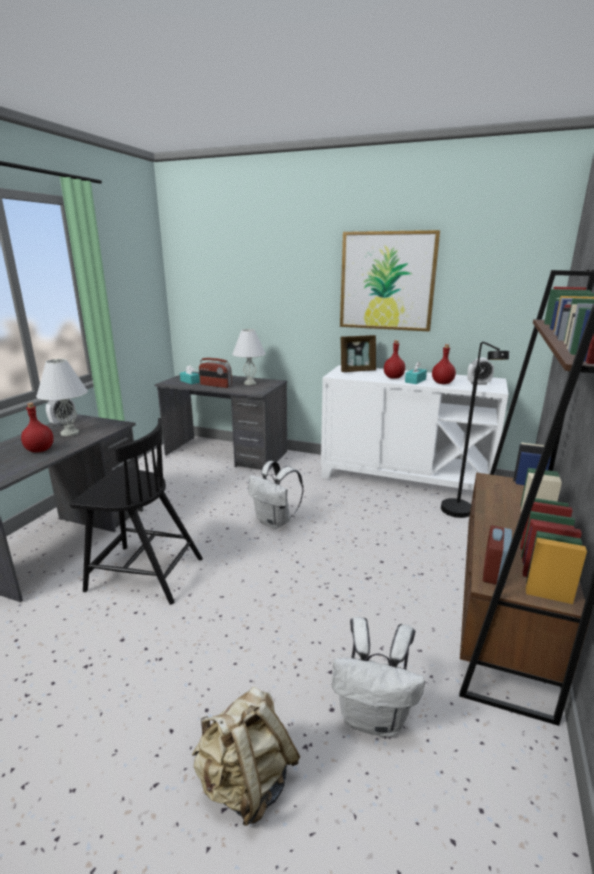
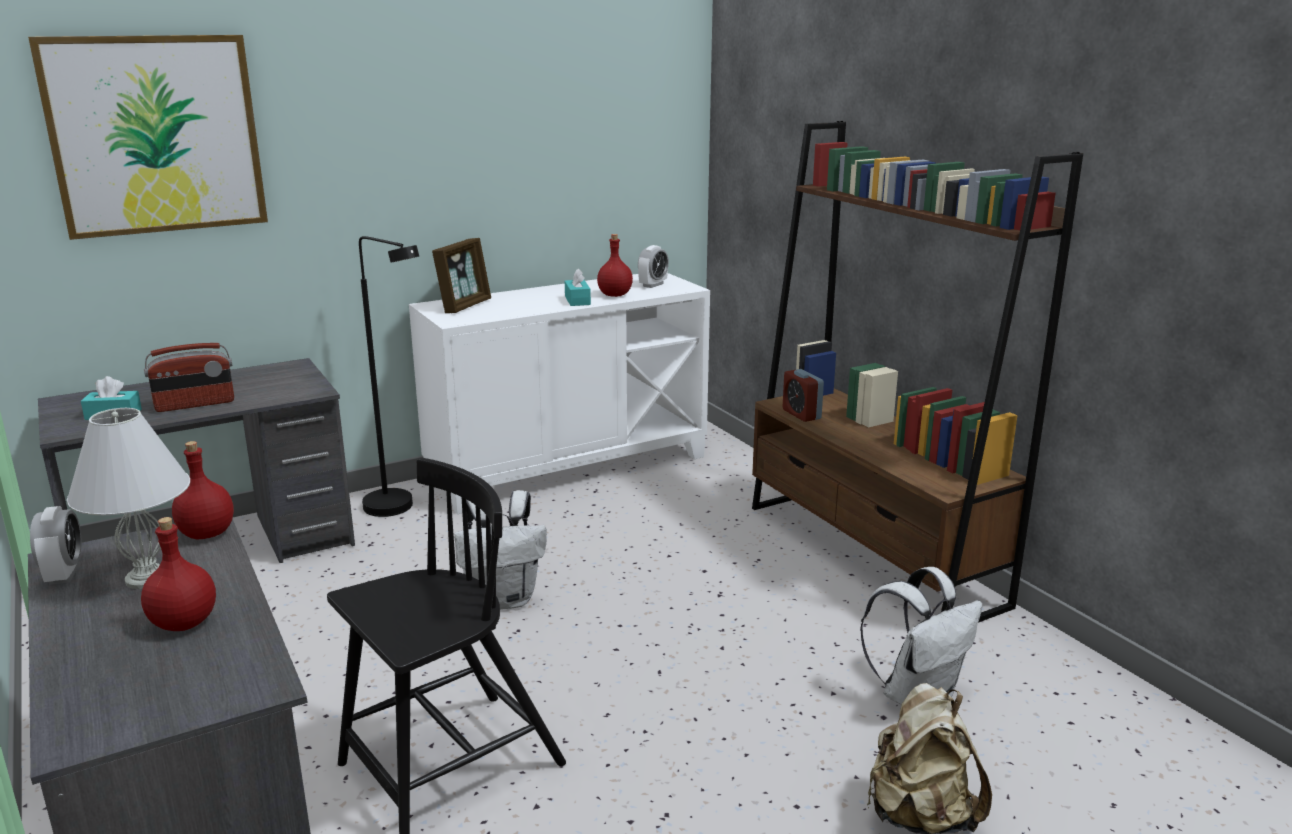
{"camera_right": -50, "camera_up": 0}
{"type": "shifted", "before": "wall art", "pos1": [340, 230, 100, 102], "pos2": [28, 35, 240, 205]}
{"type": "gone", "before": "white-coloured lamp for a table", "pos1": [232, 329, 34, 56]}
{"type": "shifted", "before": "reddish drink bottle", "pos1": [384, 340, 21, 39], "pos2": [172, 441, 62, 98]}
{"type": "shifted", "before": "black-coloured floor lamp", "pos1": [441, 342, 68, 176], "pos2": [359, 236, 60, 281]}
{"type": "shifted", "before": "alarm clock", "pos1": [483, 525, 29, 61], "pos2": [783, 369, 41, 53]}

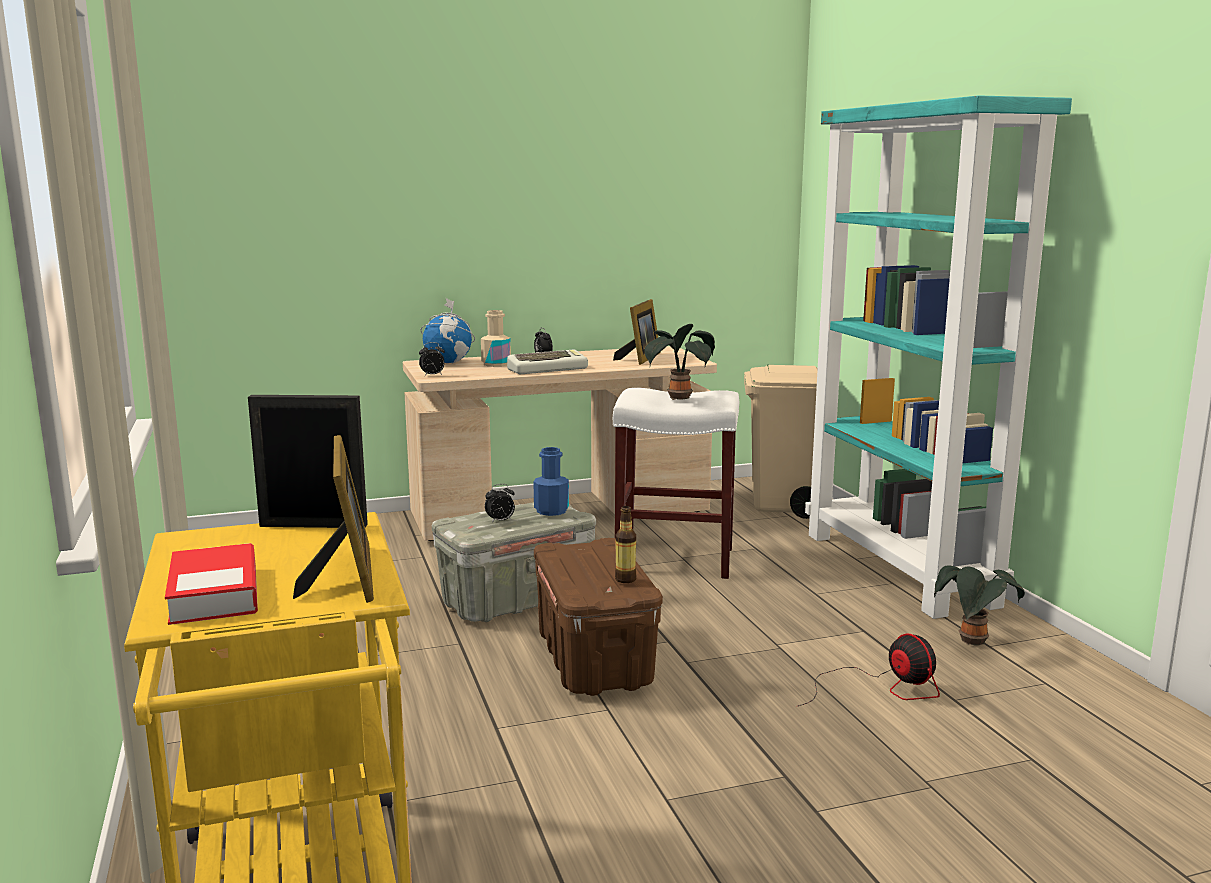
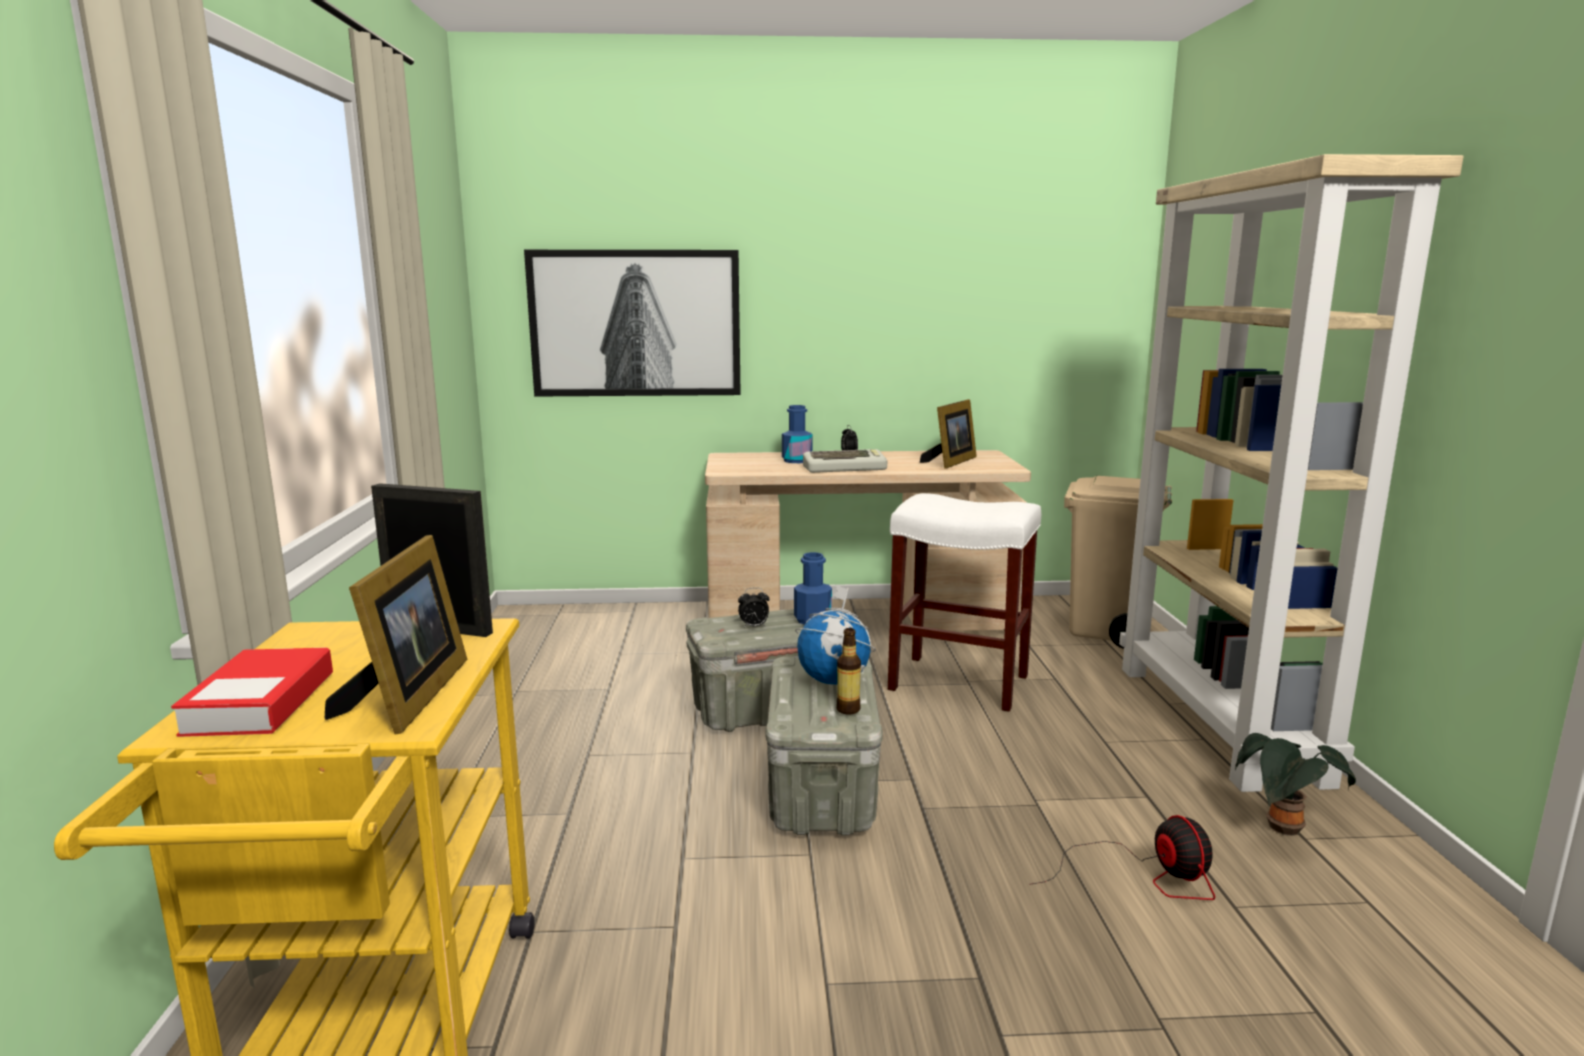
{"camera_right": 15, "camera_up": 0}
{"type": "repainted", "before": "turquoise shelving unit", "after": "beige shelving unit", "pos1": [805, 95, 267, 524], "pos2": [1119, 154, 345, 638]}
{"type": "shifted", "before": "globe", "pos1": [420, 298, 55, 66], "pos2": [795, 585, 81, 100]}
{"type": "repainted", "before": "beige drink bottle", "after": "blue drink bottle", "pos1": [481, 310, 30, 57], "pos2": [782, 405, 30, 58]}
{"type": "gone", "before": "houseplant", "pos1": [644, 324, 71, 76]}
{"type": "gone", "before": "alarm clock", "pos1": [419, 342, 26, 34]}
{"type": "repainted", "before": "brownish storage container", "after": "gray storage container", "pos1": [534, 538, 129, 158], "pos2": [765, 656, 118, 180]}
{"type": "new", "after": "wall art", "pos2": [524, 250, 217, 147]}

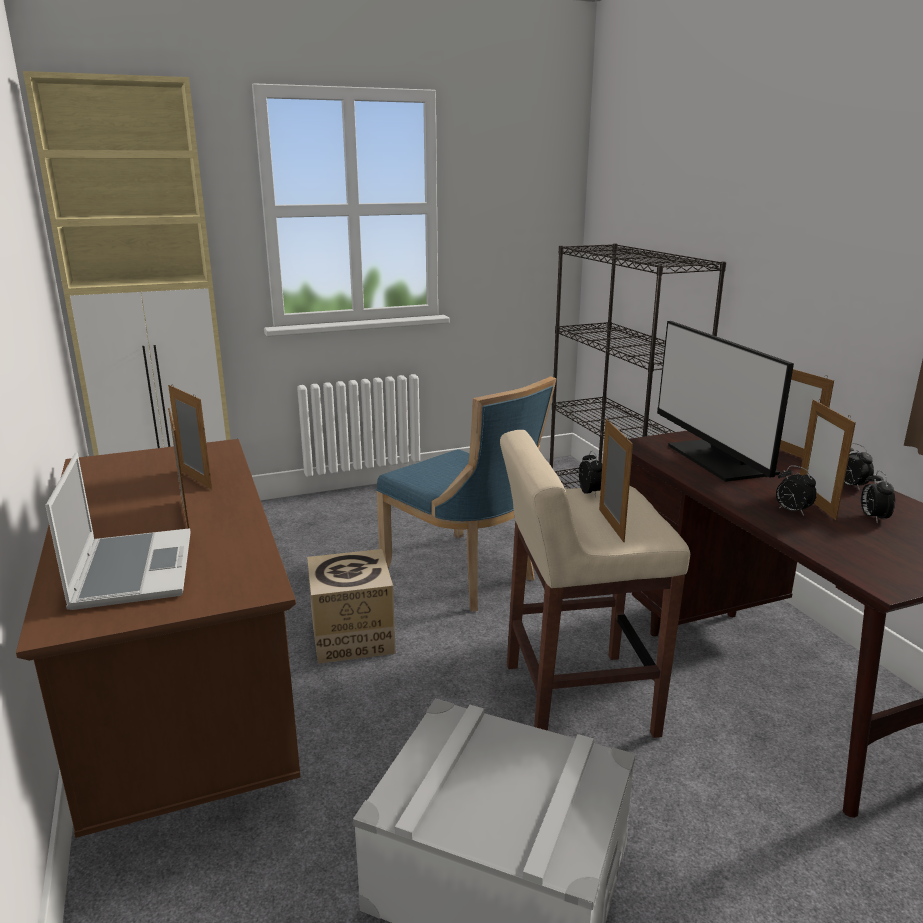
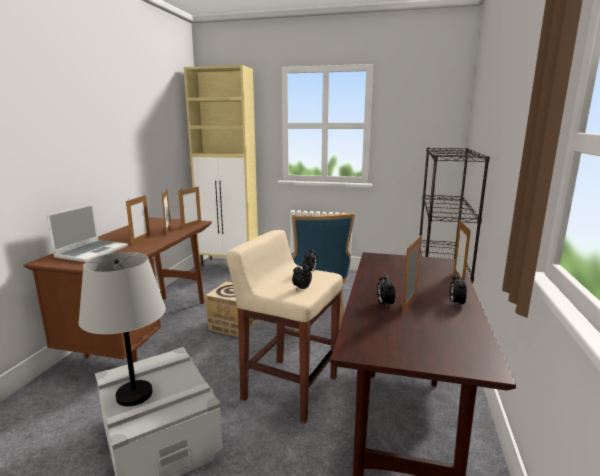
{"camera_right": 35, "camera_up": -5}
{"type": "gone", "before": "monitor", "pos1": [657, 321, 137, 161]}
{"type": "shifted", "before": "photo frame", "pos1": [599, 419, 34, 123], "pos2": [178, 187, 23, 42]}
{"type": "shifted", "before": "alarm clock", "pos1": [861, 470, 34, 54], "pos2": [292, 262, 20, 28]}
{"type": "new", "after": "gray lamp for a table", "pos2": [79, 252, 87, 154]}

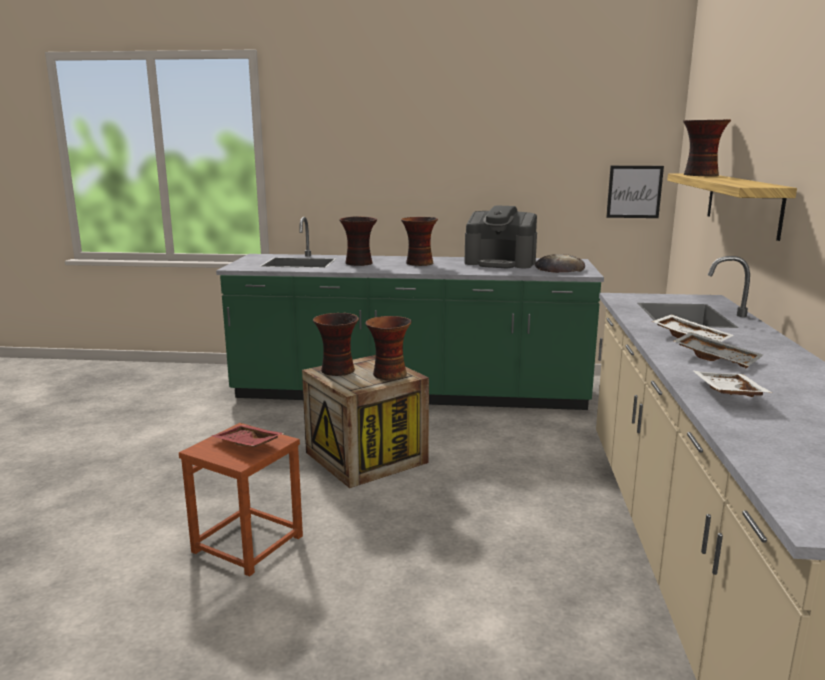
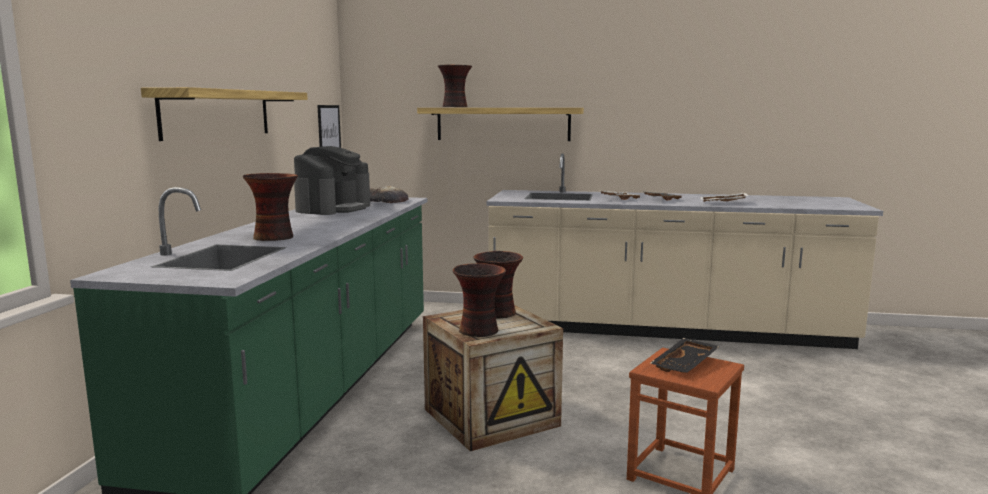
{"camera_right": -85, "camera_up": -5}
{"type": "gone", "before": "vase", "pos1": [401, 217, 37, 49]}
{"type": "repainted", "before": "reddish tray", "after": "black-coloured tray", "pos1": [212, 425, 72, 22], "pos2": [650, 338, 70, 35]}
{"type": "new", "after": "bracket shelf", "pos2": [141, 87, 167, 54]}

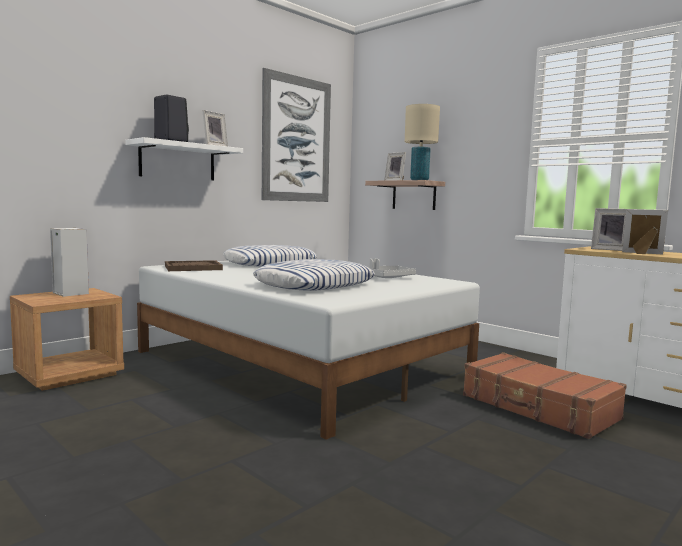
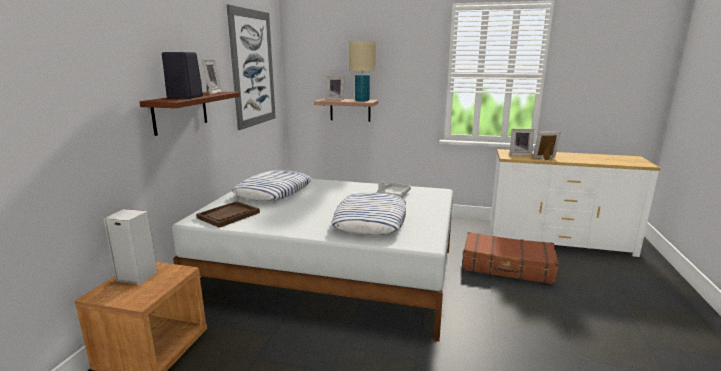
{"camera_right": -30, "camera_up": 10}
{"type": "repainted", "before": "white-coloured bracket shelf", "after": "brownish bracket shelf", "pos1": [125, 137, 118, 43], "pos2": [140, 91, 100, 45]}

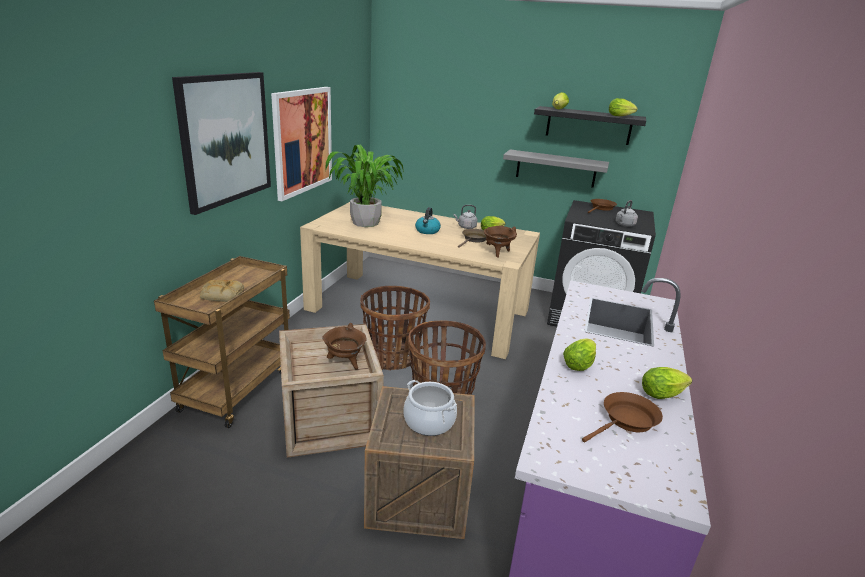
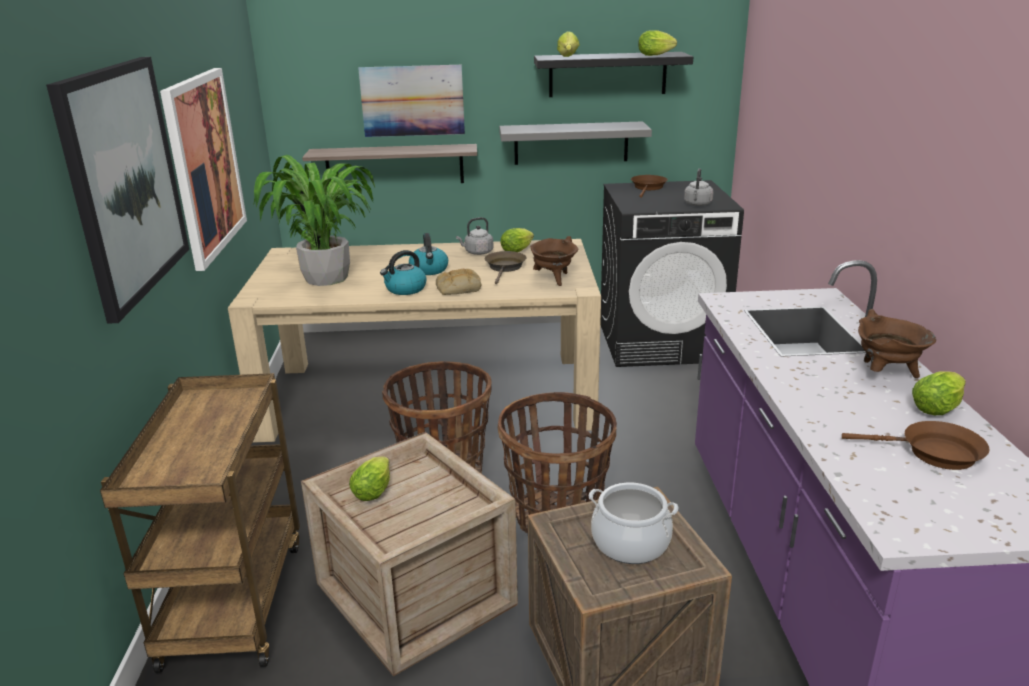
{"camera_right": -20, "camera_up": 0}
{"type": "shifted", "before": "bakery bread", "pos1": [200, 280, 44, 22], "pos2": [436, 269, 45, 26]}
{"type": "shifted", "before": "brownish cooking pot", "pos1": [322, 323, 45, 46], "pos2": [858, 309, 78, 69]}
{"type": "shifted", "before": "lettuce", "pos1": [563, 338, 33, 33], "pos2": [349, 456, 41, 45]}
{"type": "rotated", "before": "brownish skillet", "pos1": [582, 392, 81, 51], "pos2": [842, 421, 148, 49], "turn": 75}
{"type": "new", "after": "wall art", "pos2": [358, 65, 107, 72]}
{"type": "new", "after": "bracket shelf", "pos2": [302, 144, 175, 39]}
{"type": "new", "after": "kettle", "pos2": [380, 250, 47, 45]}

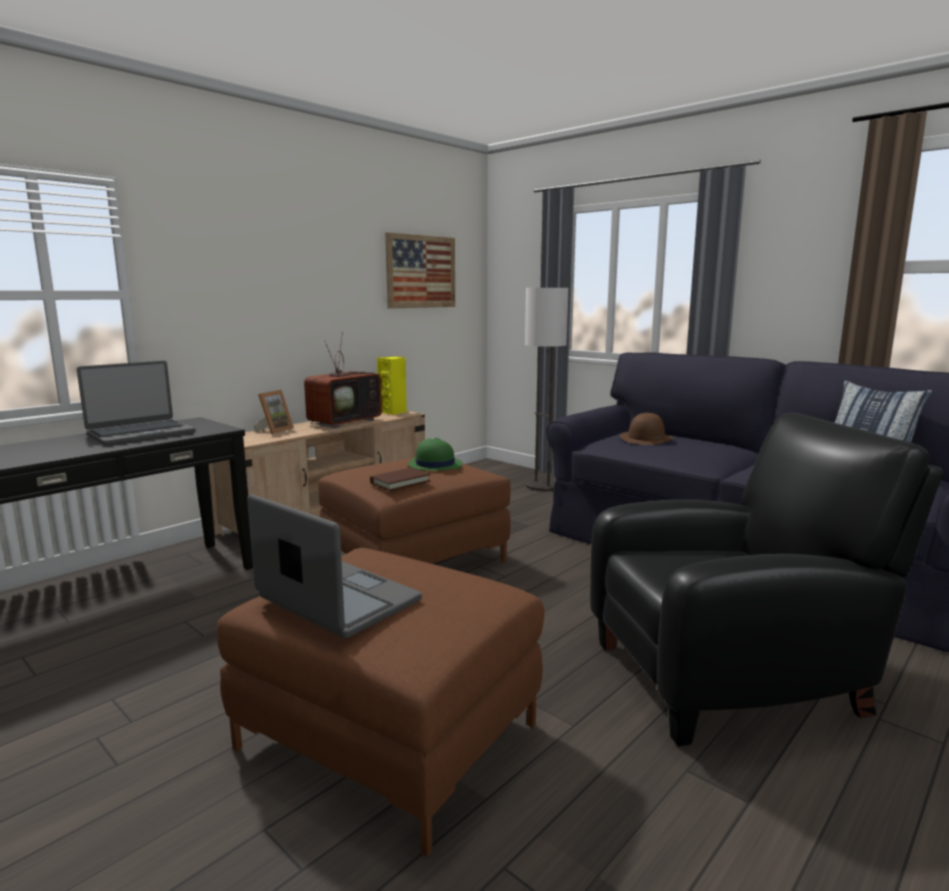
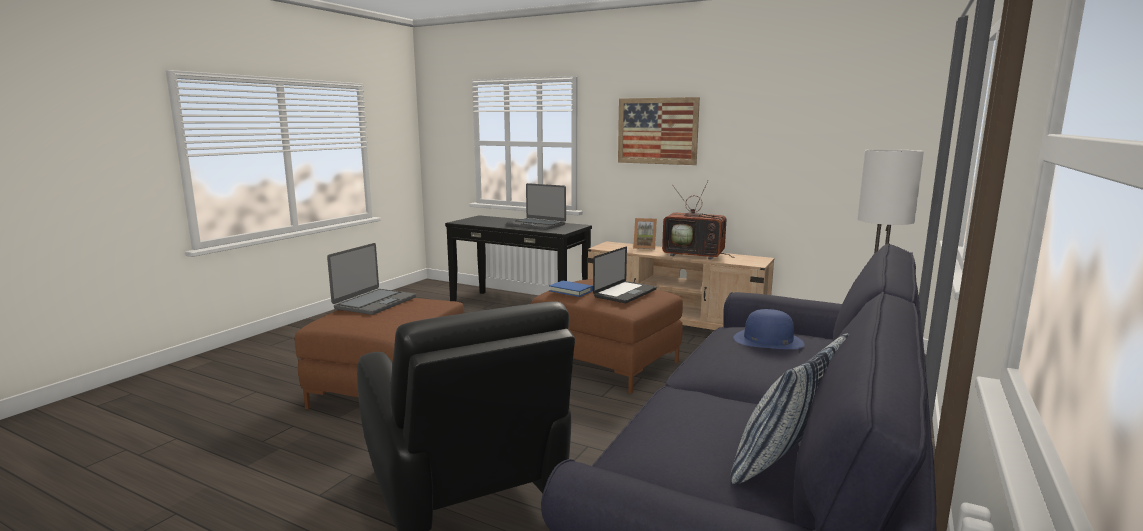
{"camera_right": 75, "camera_up": 0}
{"type": "shifted", "before": "wall art", "pos1": [385, 232, 70, 77], "pos2": [618, 97, 82, 68]}
{"type": "gone", "before": "yellowish speaker", "pos1": [377, 356, 30, 59]}
{"type": "repainted", "before": "brownish hat", "after": "blue hat", "pos1": [620, 413, 53, 32], "pos2": [733, 309, 71, 40]}
{"type": "swapped", "before": "green-coloured hat", "after": "laptop", "pos1": [408, 438, 54, 33], "pos2": [593, 247, 64, 56]}
{"type": "repainted", "before": "brownish volume", "after": "blue volume", "pos1": [370, 468, 61, 23], "pos2": [549, 281, 44, 16]}

